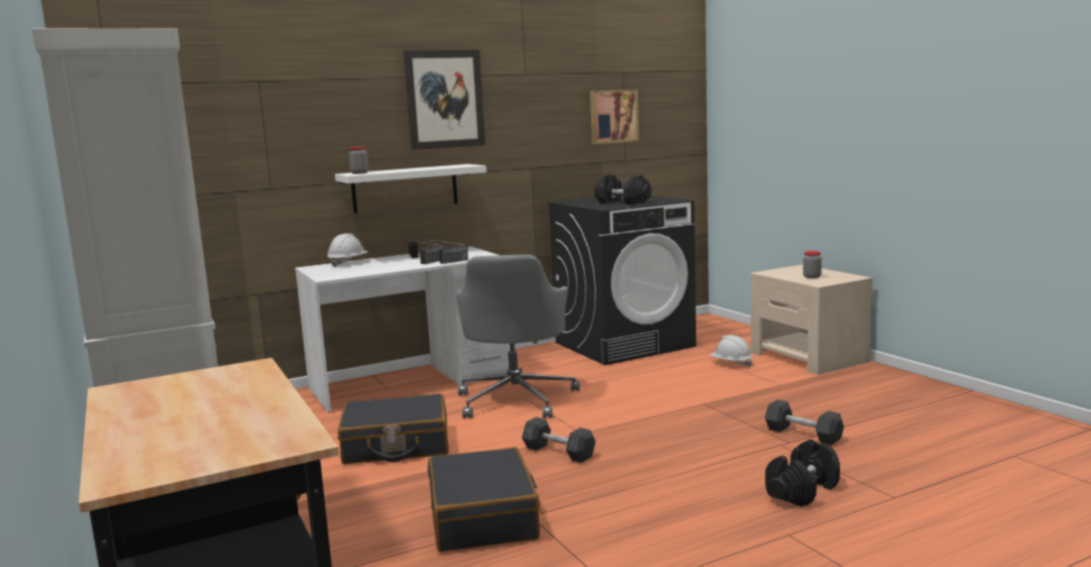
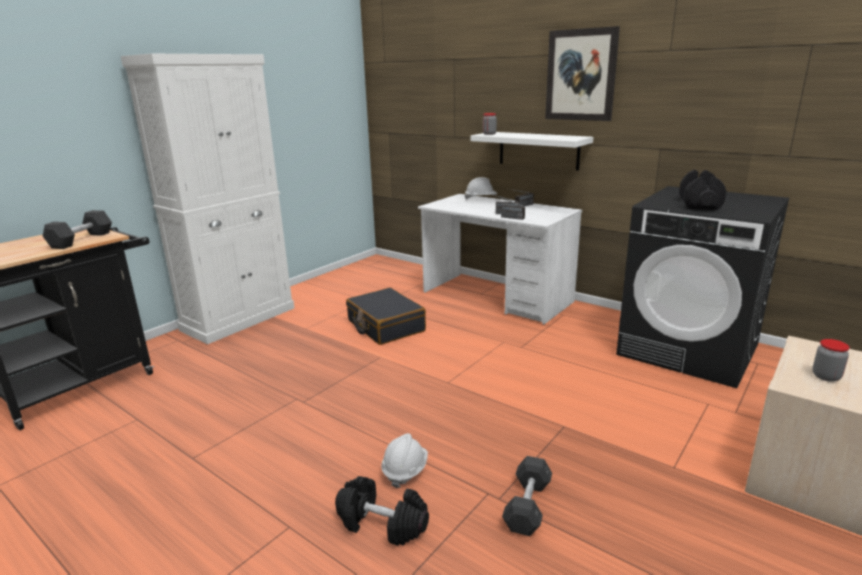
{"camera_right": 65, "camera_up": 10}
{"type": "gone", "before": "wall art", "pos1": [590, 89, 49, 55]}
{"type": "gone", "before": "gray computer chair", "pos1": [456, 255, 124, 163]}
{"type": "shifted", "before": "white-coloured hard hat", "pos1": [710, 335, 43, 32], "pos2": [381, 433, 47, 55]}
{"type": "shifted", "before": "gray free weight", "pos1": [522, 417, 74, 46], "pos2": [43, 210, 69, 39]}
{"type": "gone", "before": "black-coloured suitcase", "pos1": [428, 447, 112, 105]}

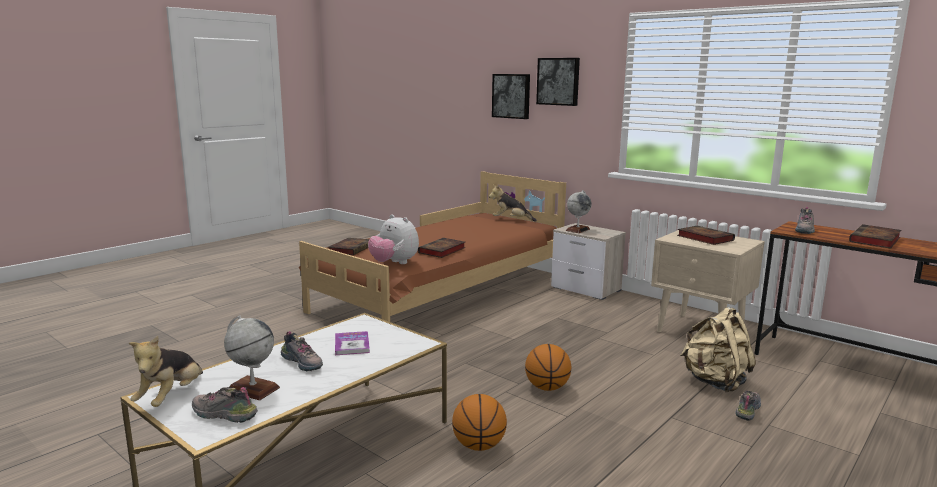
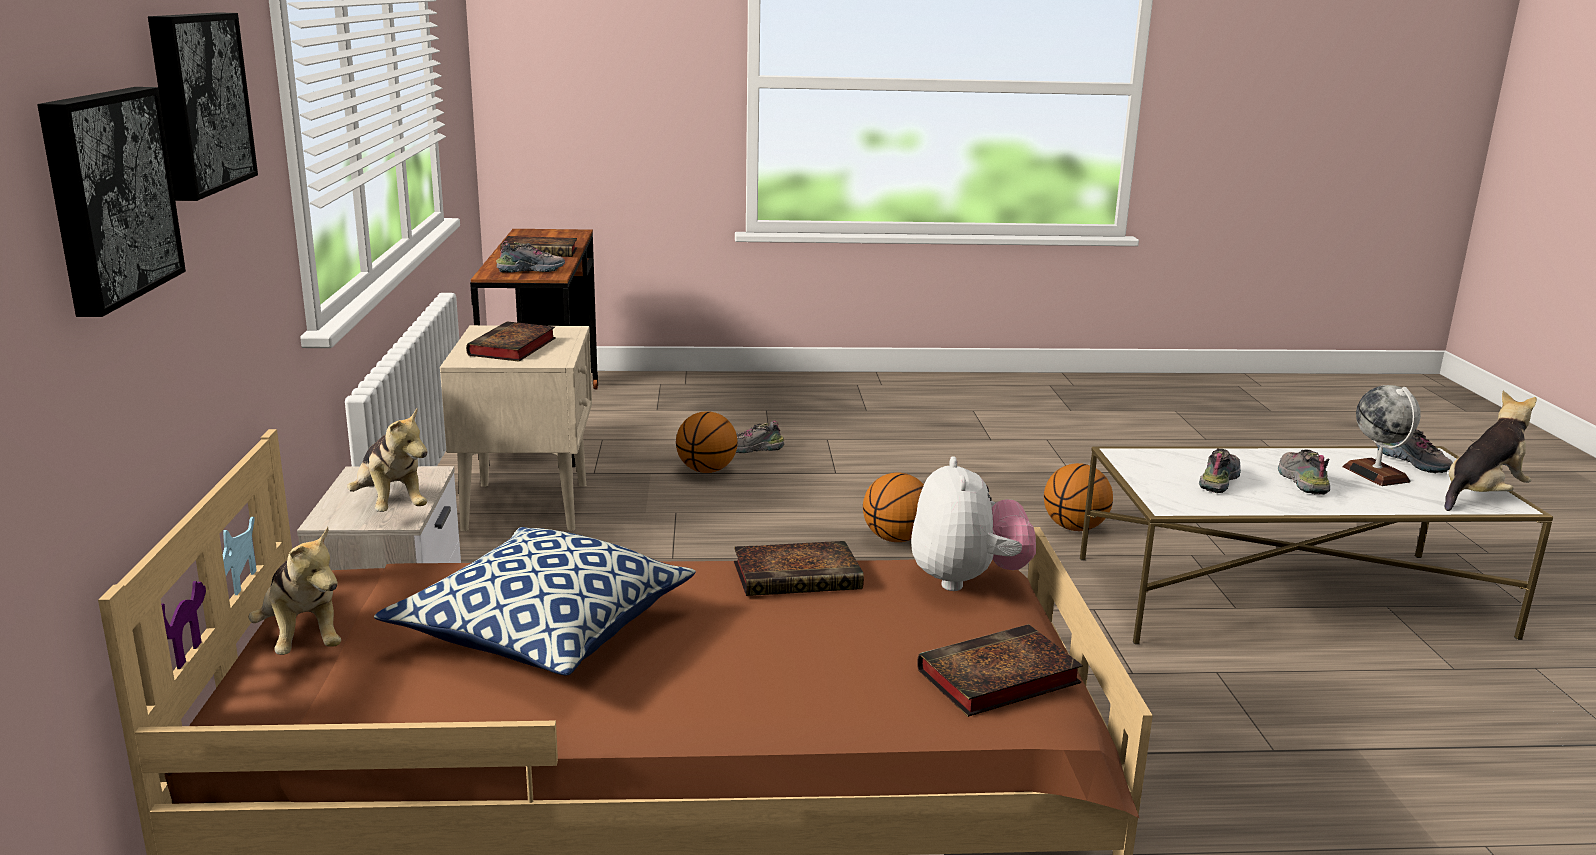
{"camera_right": -135, "camera_up": 5}
{"type": "swapped", "before": "globe", "after": "soft toy", "pos1": [566, 190, 26, 43], "pos2": [347, 408, 80, 104]}
{"type": "swapped", "before": "beige knapsack", "after": "ball for basketball", "pos1": [680, 307, 76, 85], "pos2": [676, 411, 62, 62]}
{"type": "swapped", "before": "volume", "after": "item of footwear", "pos1": [335, 331, 35, 24], "pos2": [1199, 448, 42, 45]}
{"type": "new", "after": "pillow", "pos2": [374, 527, 322, 149]}

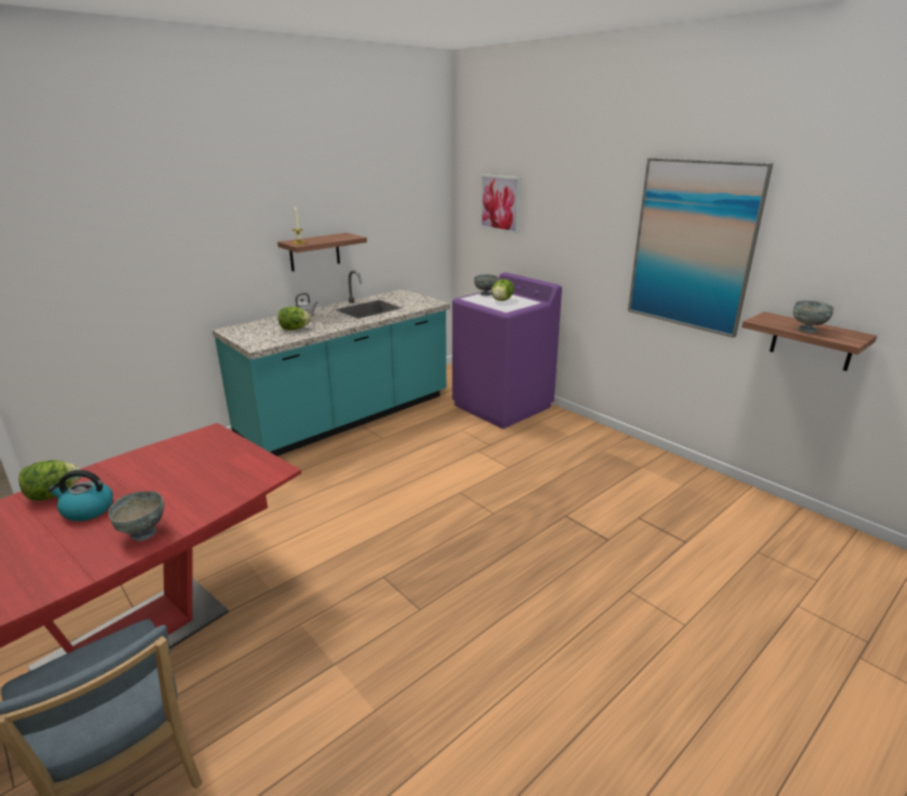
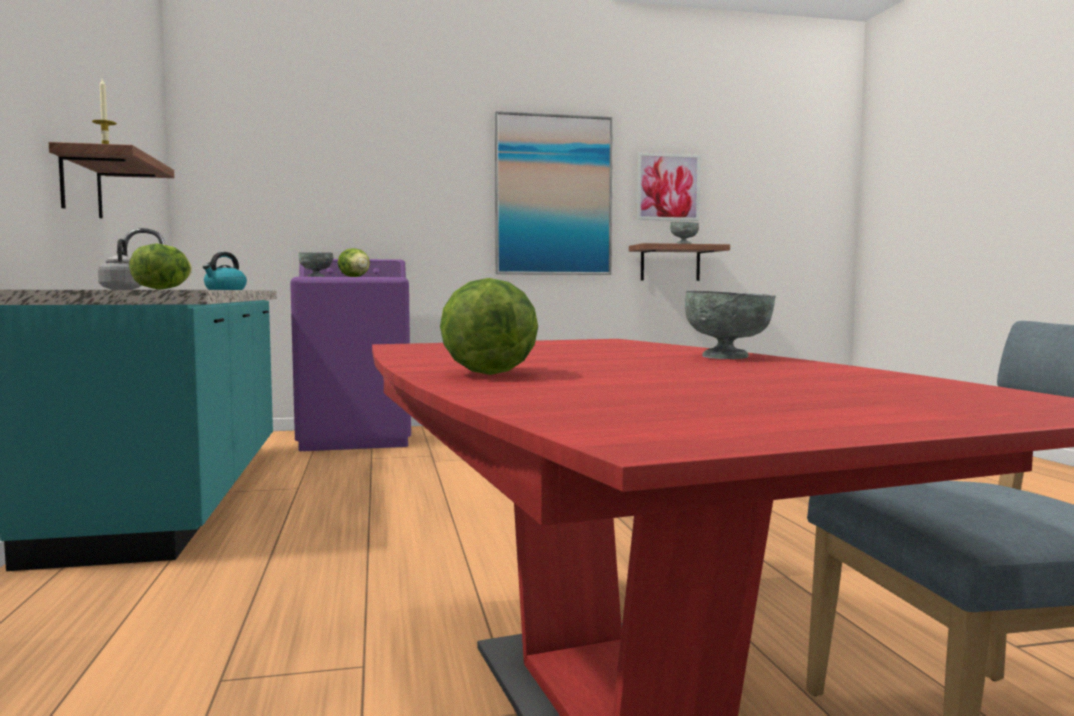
{"camera_right": -60, "camera_up": -20}
{"type": "shifted", "before": "wall art", "pos1": [480, 174, 41, 60], "pos2": [637, 153, 63, 68]}
{"type": "shifted", "before": "kettle", "pos1": [48, 470, 65, 51], "pos2": [203, 252, 44, 38]}

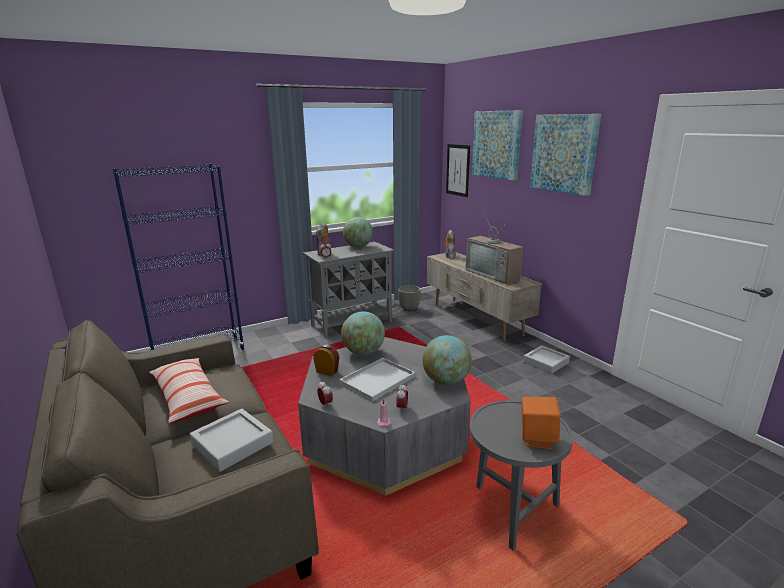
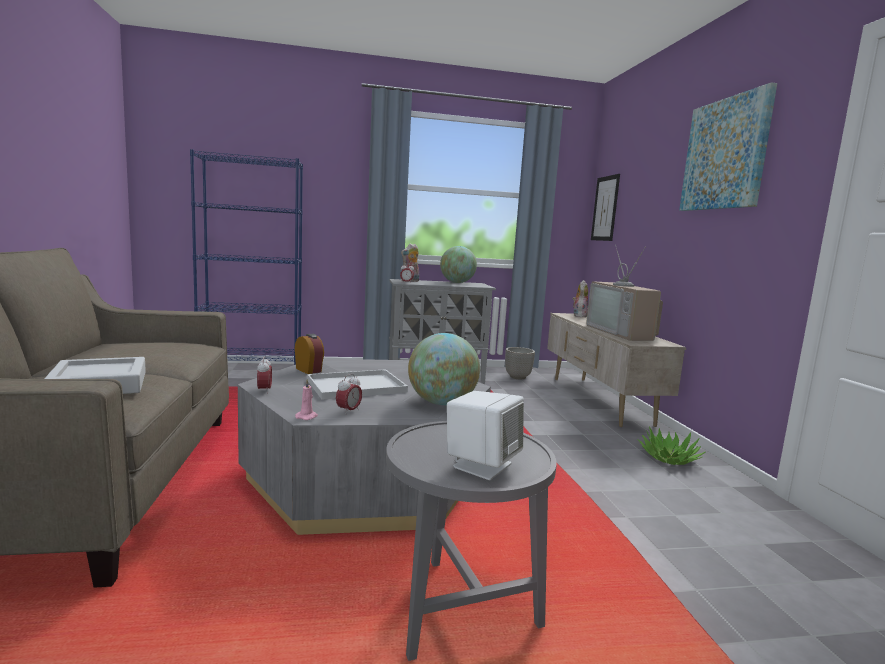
{"camera_right": 20, "camera_up": -10}
{"type": "gone", "before": "wall art", "pos1": [472, 110, 51, 71]}
{"type": "gone", "before": "globe", "pos1": [341, 311, 44, 44]}
{"type": "swapped", "before": "gray tray", "after": "houseplant", "pos1": [523, 345, 47, 29], "pos2": [637, 426, 68, 39]}
{"type": "gone", "before": "pillow", "pos1": [149, 358, 80, 65]}
{"type": "repainted", "before": "orange speaker", "after": "white-coloured speaker", "pos1": [522, 397, 39, 52], "pos2": [447, 391, 77, 89]}

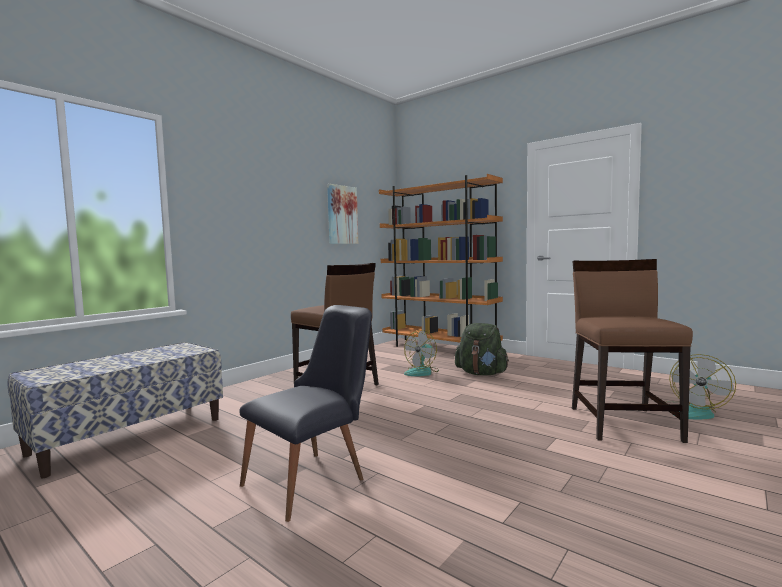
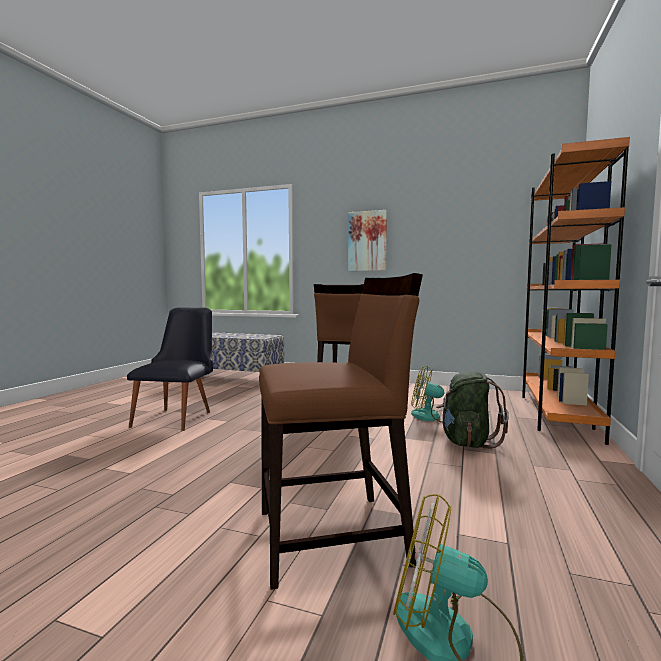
{"camera_right": 70, "camera_up": 0}
{"type": "shifted", "before": "wall art", "pos1": [327, 184, 31, 60], "pos2": [348, 210, 39, 61]}
{"type": "rotated", "before": "black-coloured upright chair", "pos1": [239, 305, 133, 217], "pos2": [127, 307, 86, 124], "turn": -105}

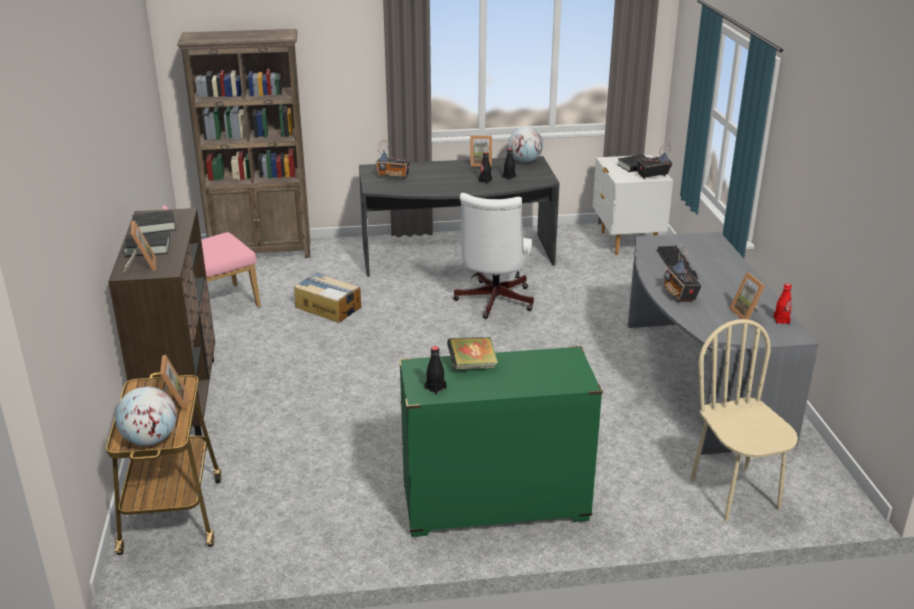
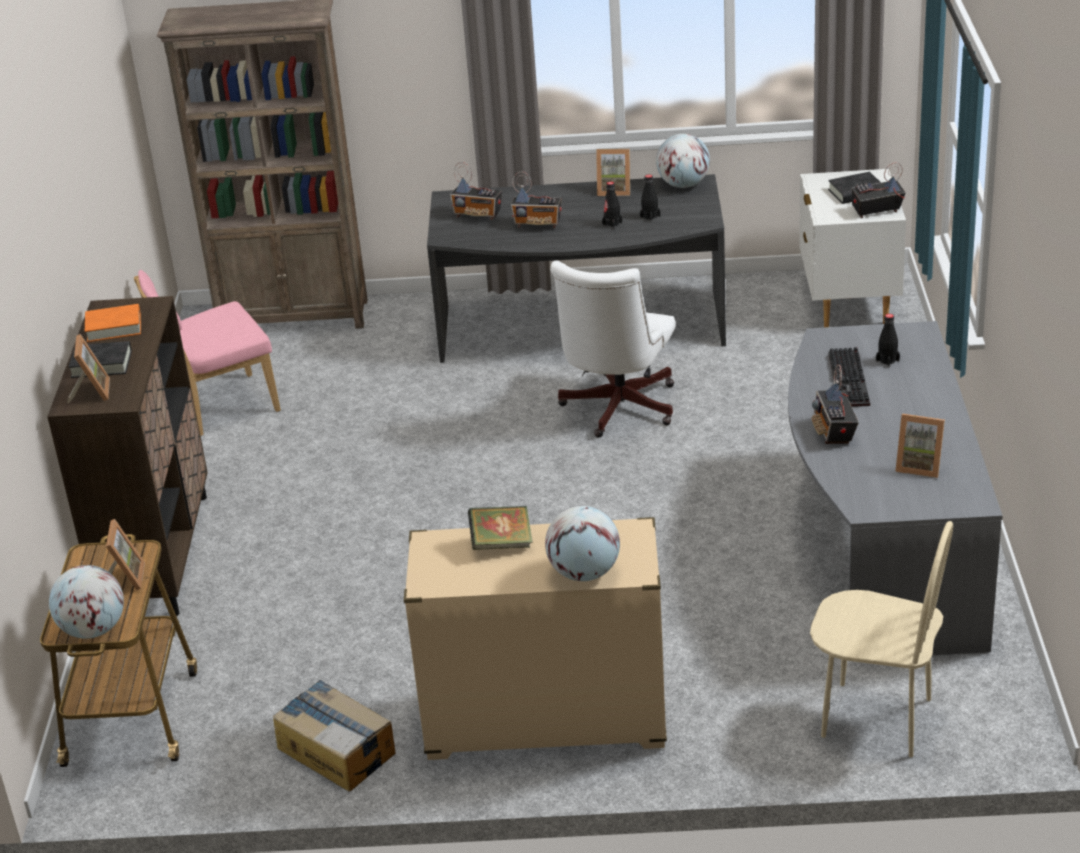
{"camera_right": 10, "camera_up": 5}
{"type": "repainted", "before": "black-coloured volume", "after": "orange volume", "pos1": [133, 210, 43, 24], "pos2": [85, 304, 56, 38]}
{"type": "rotated", "before": "photo frame", "pos1": [729, 272, 36, 48], "pos2": [895, 414, 50, 64], "turn": -60}
{"type": "shifted", "before": "cardboard box", "pos1": [294, 273, 67, 50], "pos2": [273, 680, 123, 111]}
{"type": "gone", "before": "reddish drink bottle", "pos1": [773, 283, 19, 41]}
{"type": "rotated", "before": "beige upright chair", "pos1": [690, 319, 108, 202], "pos2": [810, 521, 143, 236], "turn": 120}
{"type": "repainted", "before": "green-coloured chest of drawers", "after": "beige chest of drawers", "pos1": [399, 346, 204, 191], "pos2": [404, 517, 263, 243]}
{"type": "shifted", "before": "black-coloured drink bottle", "pos1": [425, 346, 21, 49], "pos2": [876, 314, 24, 53]}
{"type": "new", "after": "radio", "pos2": [511, 172, 50, 56]}
{"type": "new", "after": "globe", "pos2": [545, 506, 75, 75]}

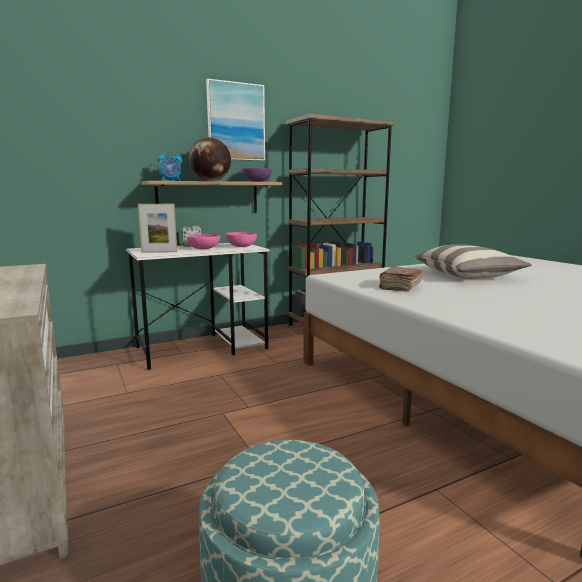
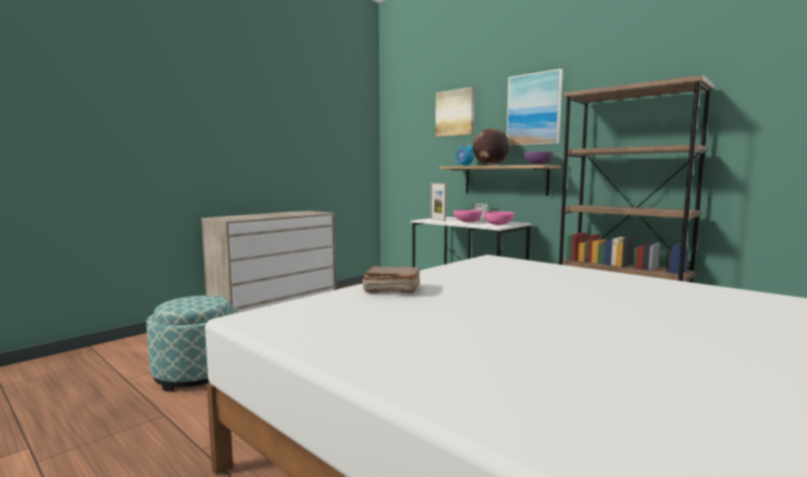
{"camera_right": 70, "camera_up": -5}
{"type": "gone", "before": "pillow", "pos1": [413, 245, 119, 34]}
{"type": "shifted", "before": "brownish volume", "pos1": [379, 266, 43, 26], "pos2": [362, 266, 58, 27]}
{"type": "new", "after": "wall art", "pos2": [435, 87, 40, 50]}

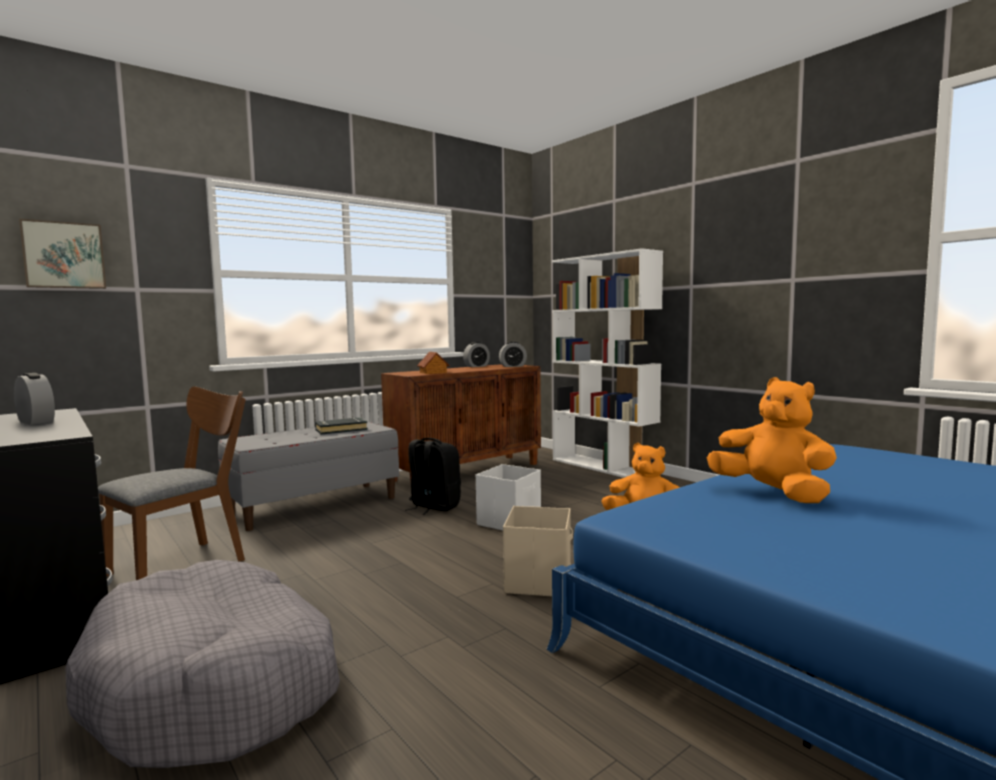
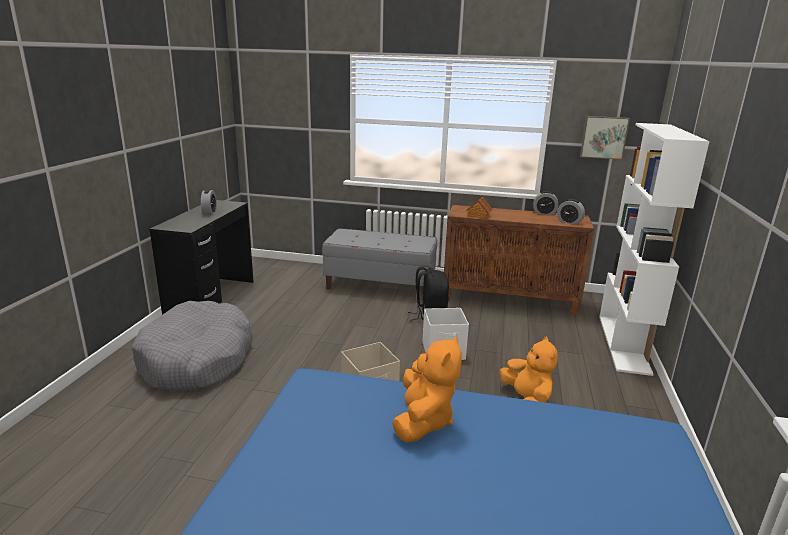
{"camera_right": 50, "camera_up": 15}
{"type": "shifted", "before": "wall art", "pos1": [19, 219, 87, 70], "pos2": [580, 116, 50, 44]}
{"type": "gone", "before": "brownish upright chair", "pos1": [98, 386, 148, 194]}
{"type": "gone", "before": "black-coloured volume", "pos1": [315, 417, 53, 17]}

